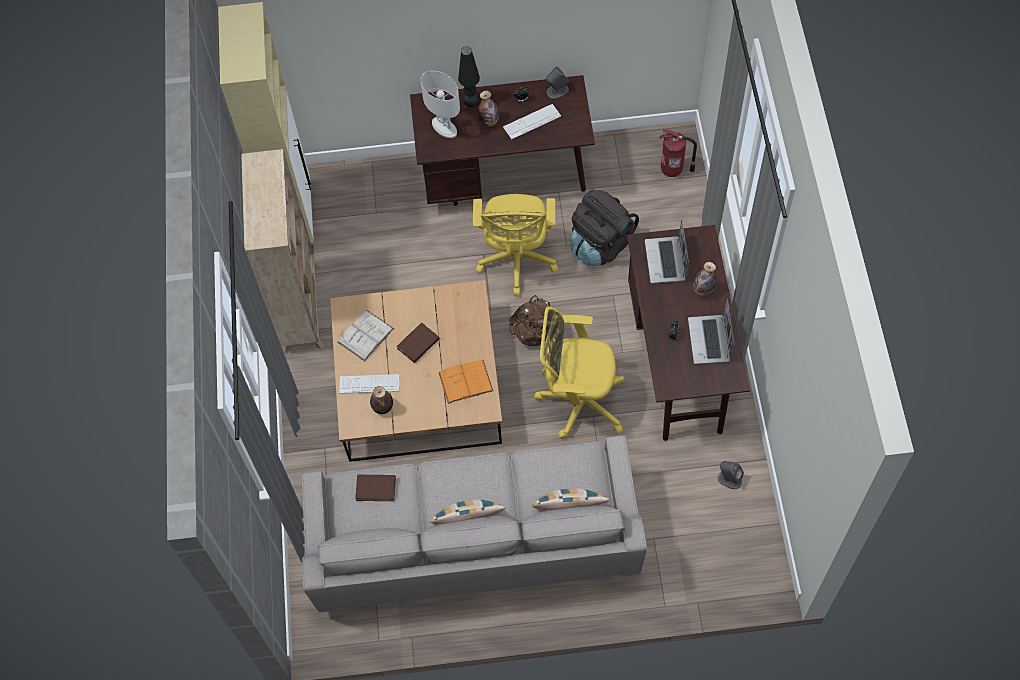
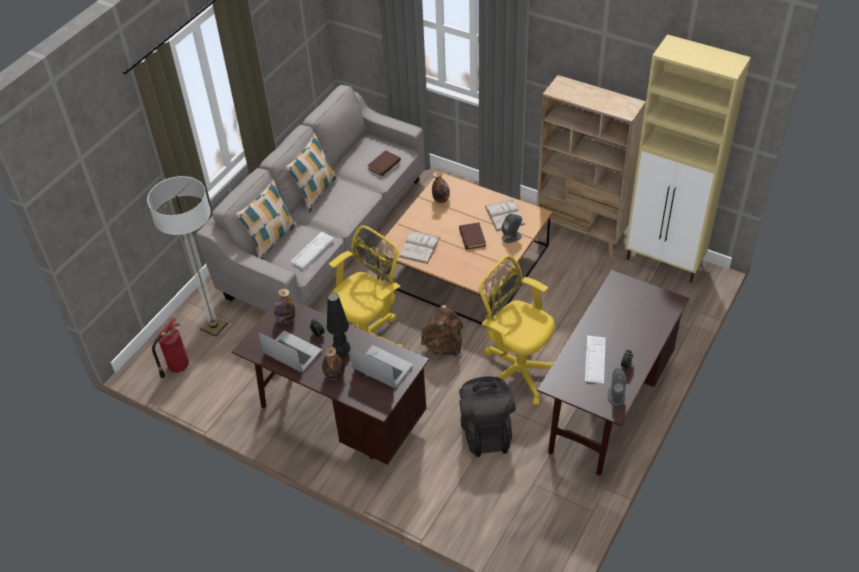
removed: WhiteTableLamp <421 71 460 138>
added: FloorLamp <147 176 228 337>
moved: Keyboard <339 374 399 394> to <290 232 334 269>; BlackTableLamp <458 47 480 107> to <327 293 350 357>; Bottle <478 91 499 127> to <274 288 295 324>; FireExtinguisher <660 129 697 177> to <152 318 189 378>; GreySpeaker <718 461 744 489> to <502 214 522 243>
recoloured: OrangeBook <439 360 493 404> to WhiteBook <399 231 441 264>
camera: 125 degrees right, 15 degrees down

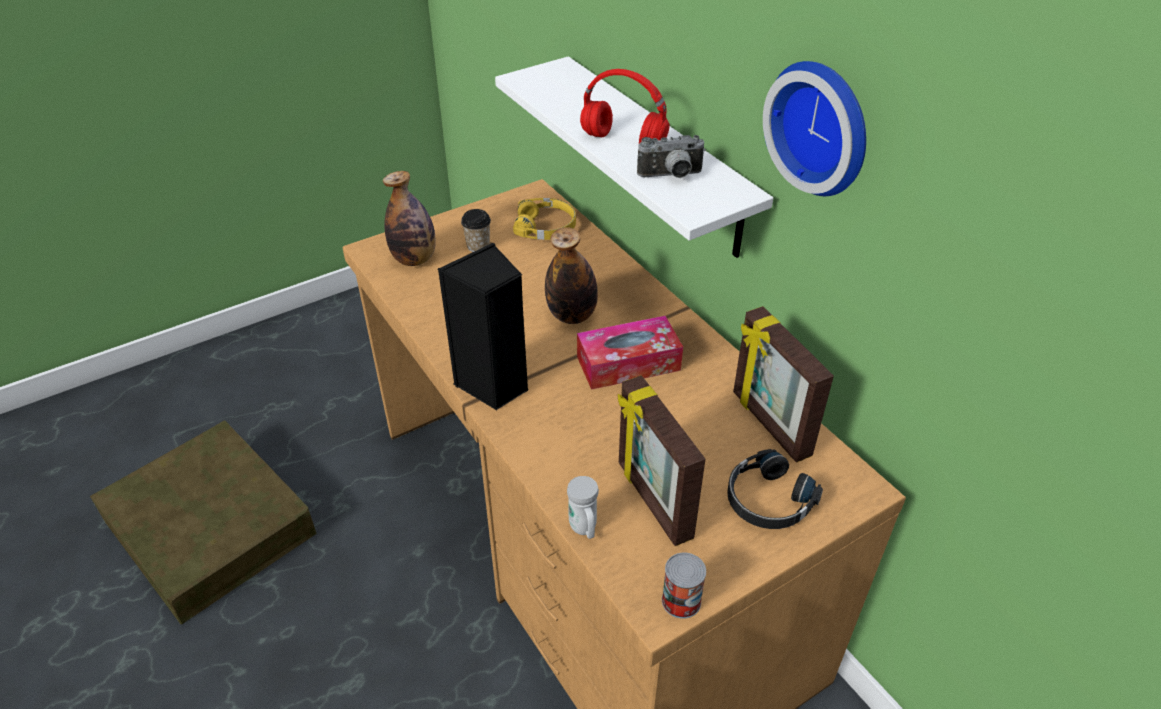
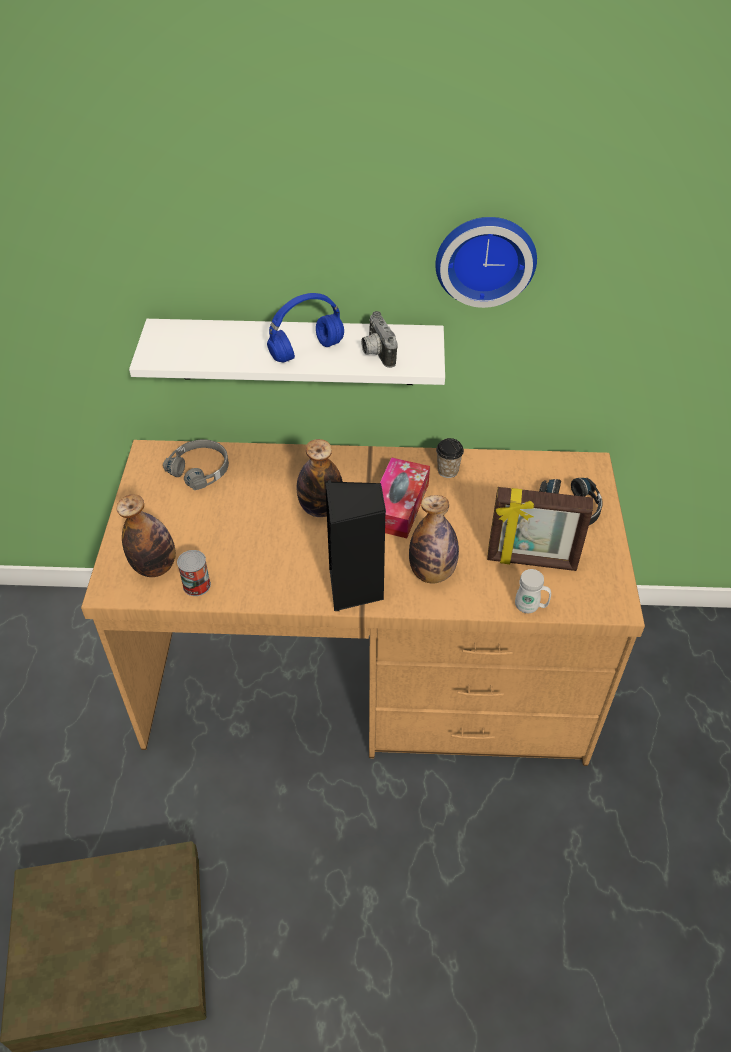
removed: PictureFrame <733 306 834 463>
added: Bottle <409 495 459 583>
moved: Cup <461 209 491 252> to <436 438 464 478>; Can <662 552 706 619> to <177 550 211 596>
recoloured: YellowHeadphones <513 198 576 240> to GreyHeadphones <163 440 229 490>; RedHeadphones <580 69 670 143> to BlueHeadphones <267 293 344 363>
turned: PhotoCamera <637 135 706 178> = <361 311 398 368> 135 degrees clockwise
camera: 55 degrees left, 5 degrees up

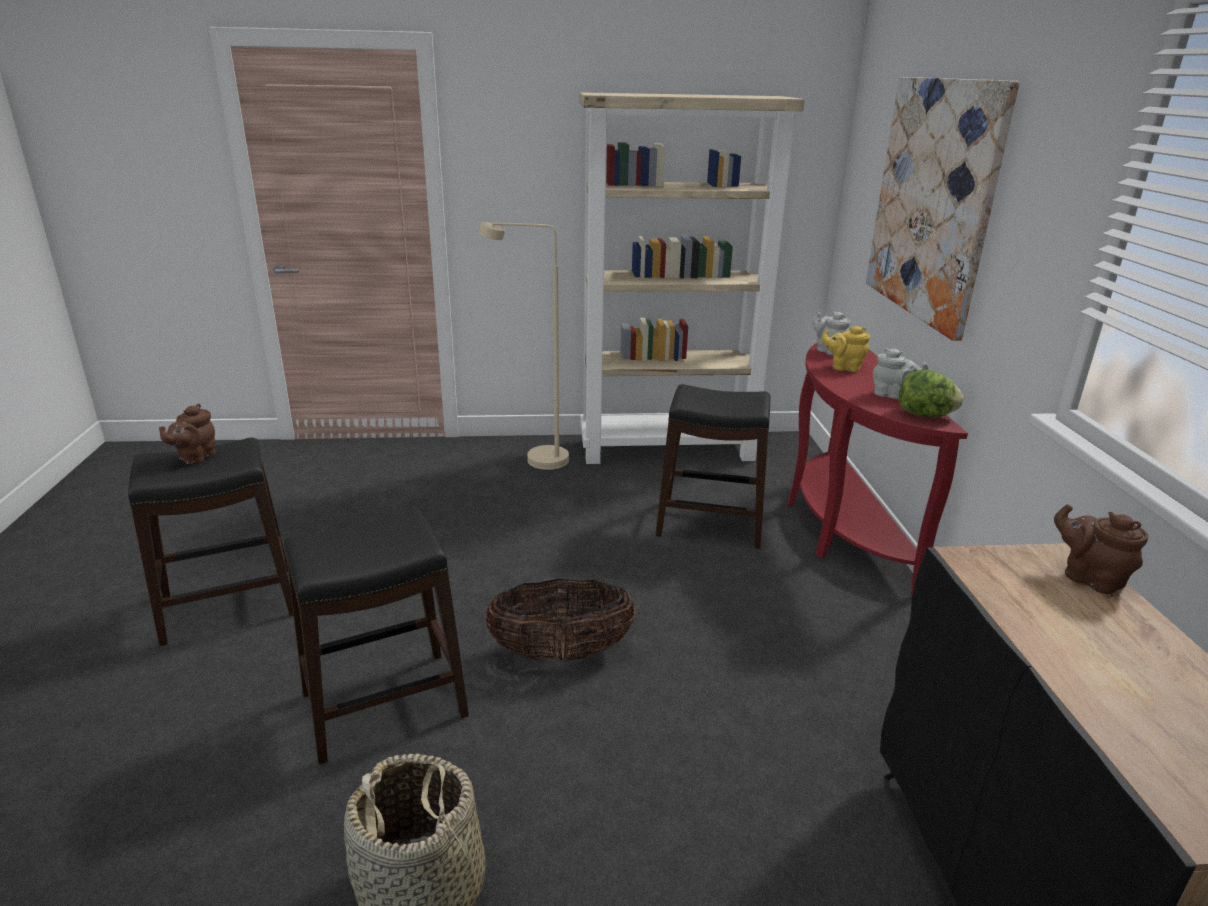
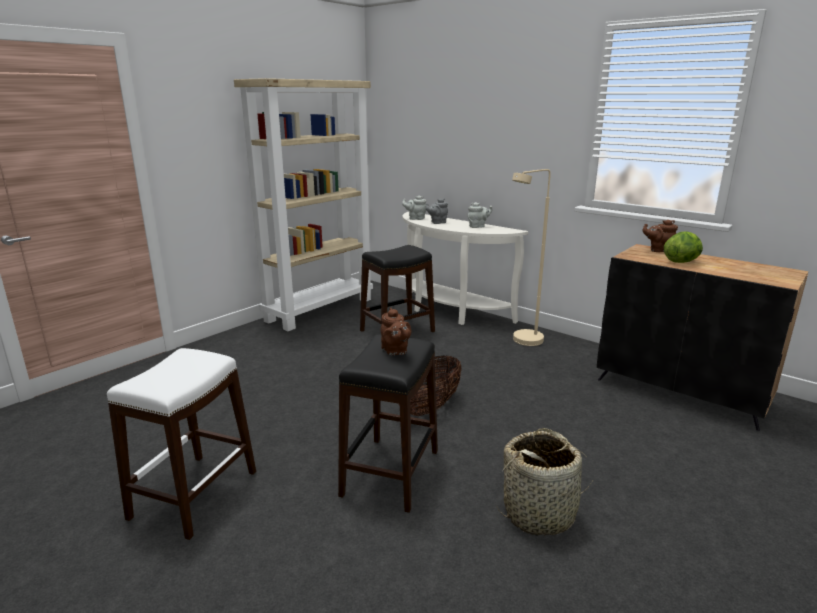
removed: Picture <866 77 1019 341>
moved: BrownTeapot <159 404 216 464> to <381 308 411 355>; BeigeFloorLamp <478 222 569 470> to <512 169 551 346>; Lettuce <899 370 963 417> to <664 232 703 263>
recoloured: BlackStool <128 438 293 646> to WhiteStool <107 348 256 540>; RedConsoleTable <787 343 968 595> to WhiteConsoleTable <402 212 528 325>; YellowTeapot <821 326 870 372> to GreyTeapot <426 198 448 224>
camera: 45 degrees left, 5 degrees down

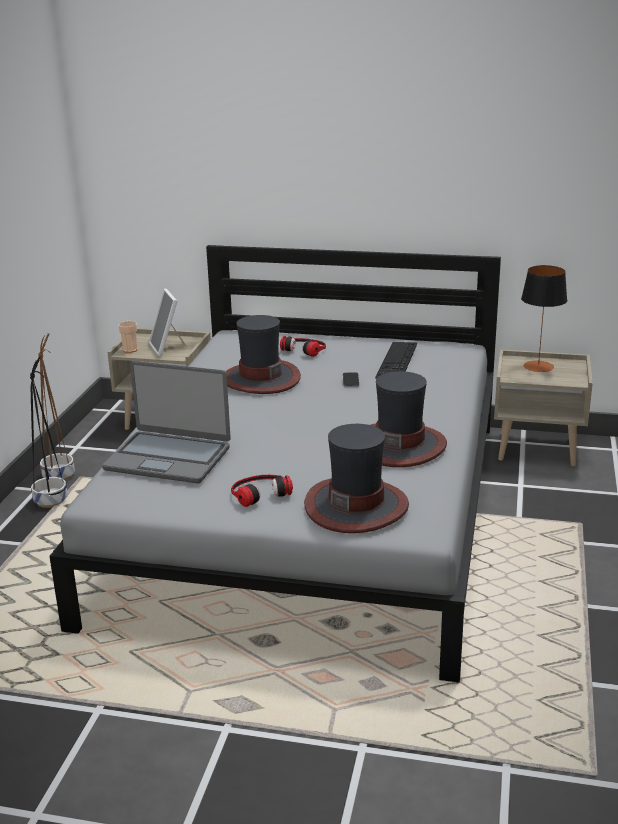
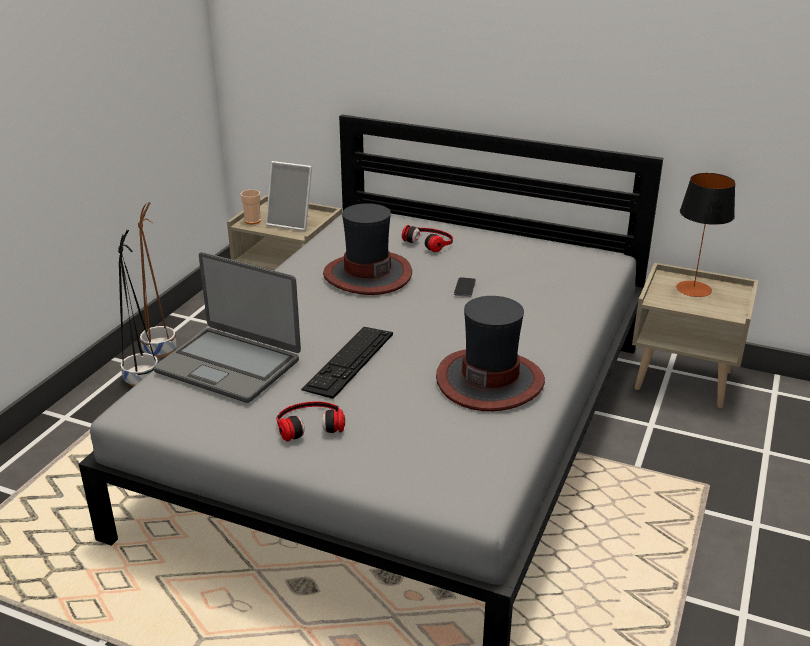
removed: Hat <304 424 409 533>
moved: Keyboard <375 342 417 379> to <301 327 393 399>
turned: PictureFrame <149 289 187 357> = <266 161 312 231> 60 degrees counterclockwise
camera: 10 degrees right, 5 degrees up

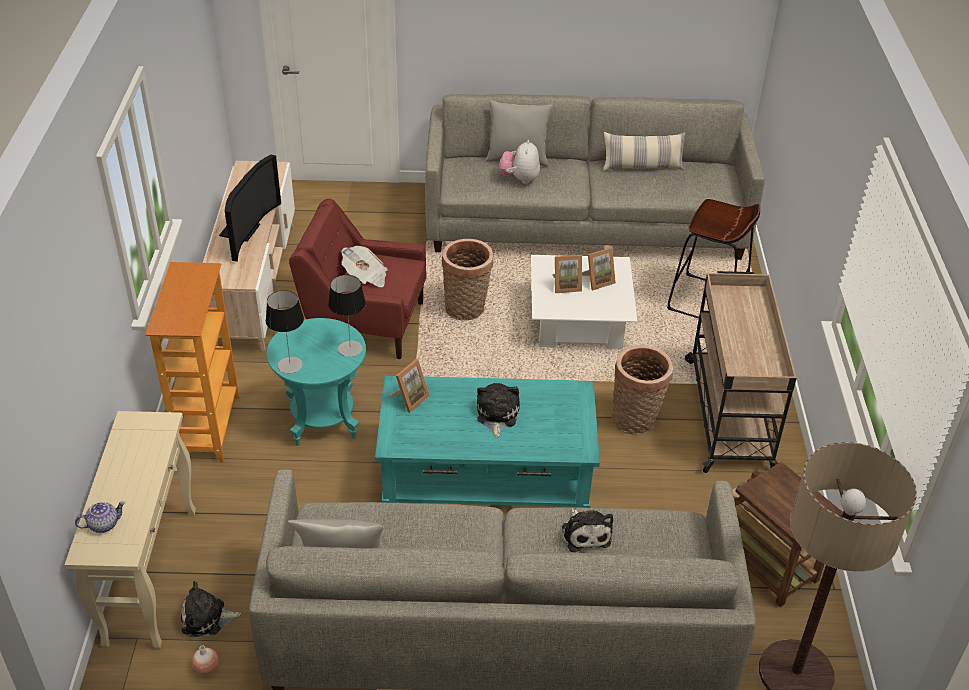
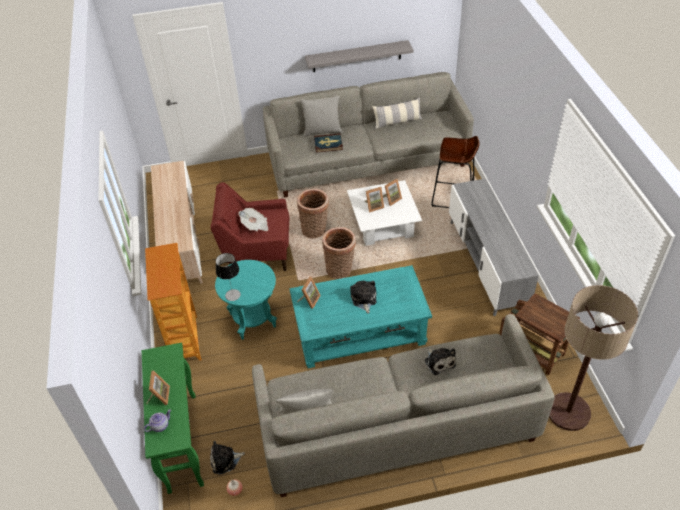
removed: Television <219 154 281 262>; TableLamp <328 275 366 357>
added: PictureFrame <146 370 170 405>; GreyShelf <305 40 414 72>
moved: Basket <612 345 673 435> to <322 227 356 279>
replaced: PlushToy <499 140 540 184> to Book <314 133 343 153>; BeigeCart <685 271 797 473> to GreyTvStand <449 178 539 316>
recoloured: BeigeConsoleTable <65 411 196 649> to GreenConsoleTable <142 343 204 494>
camera: 10 degrees left, 5 degrees up

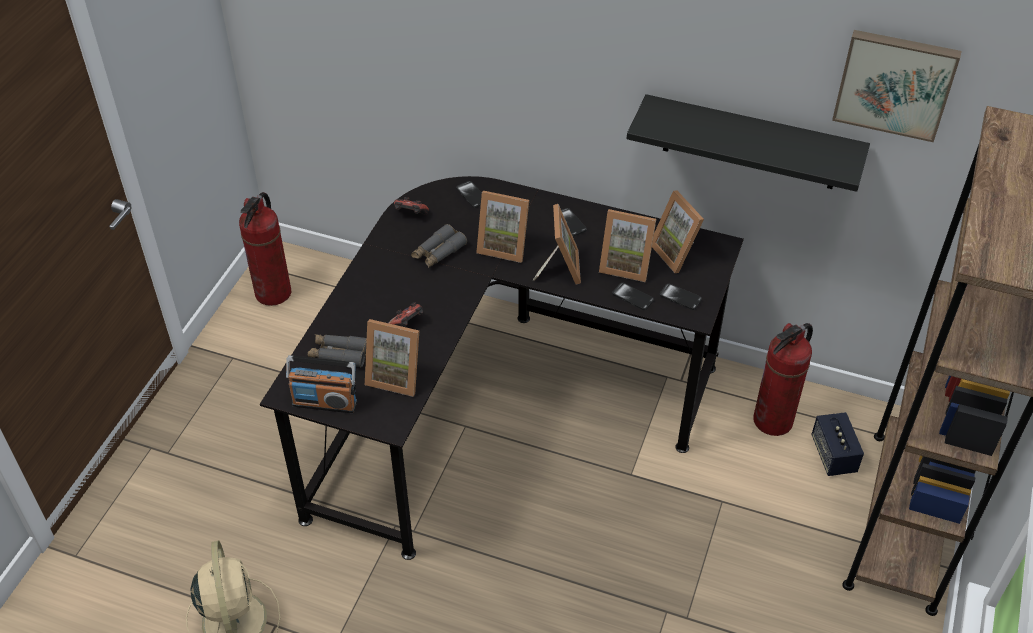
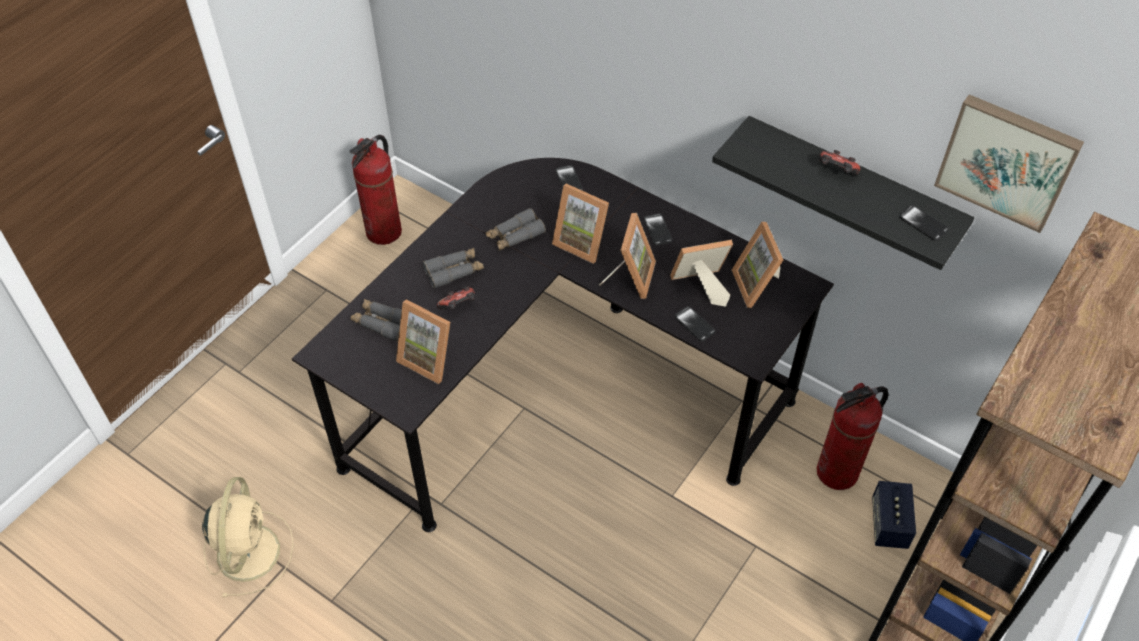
removed: Radio <286 355 357 413>
added: GreyBinoculars <423 248 484 289>
moved: GameController <394 197 429 214> to <819 150 860 175>; Phone <660 283 702 310> to <899 205 949 241>
turned: PictureFrame <599 209 656 282> = <670 240 733 307> 135 degrees clockwise
camera: 15 degrees right, 5 degrees up

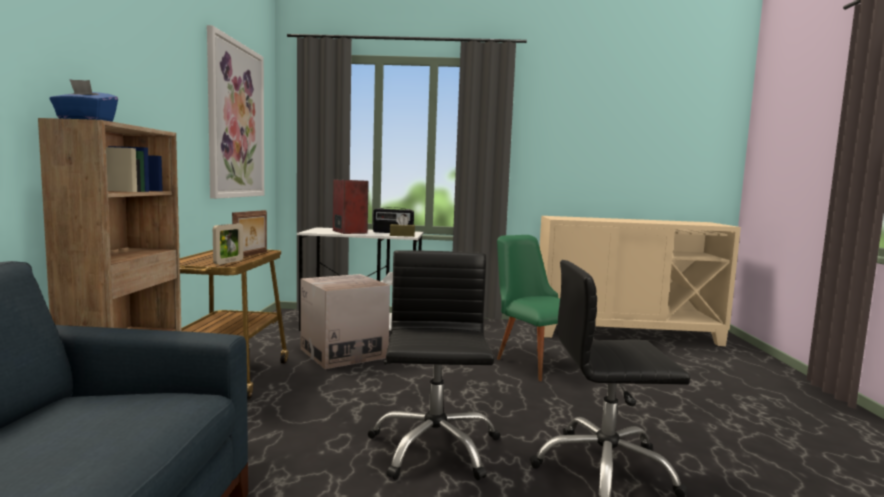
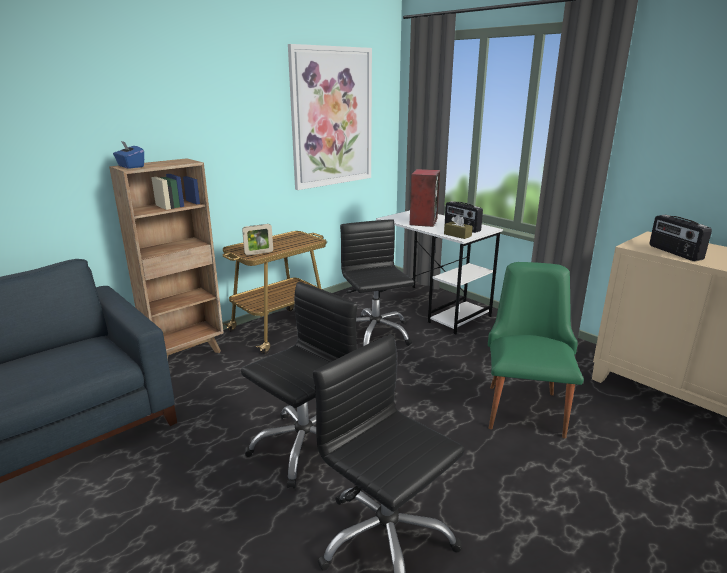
removed: PictureFrame <232 210 267 257>
added: Radio <650 215 712 261>
replaced: CardboardBox <300 274 390 369> to BlackOfficeChair <340 219 414 346>
camera: 45 degrees right, 15 degrees up

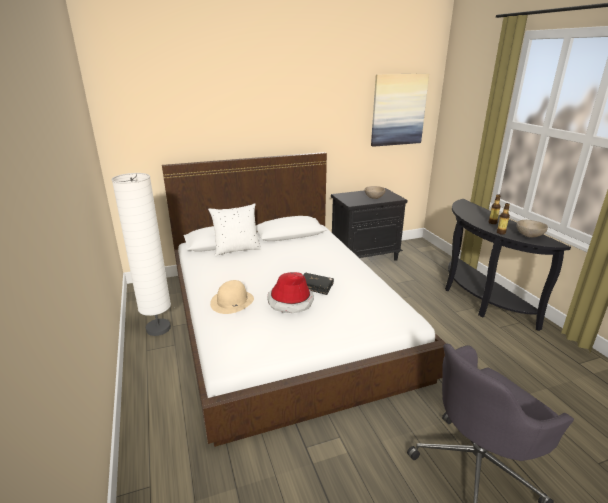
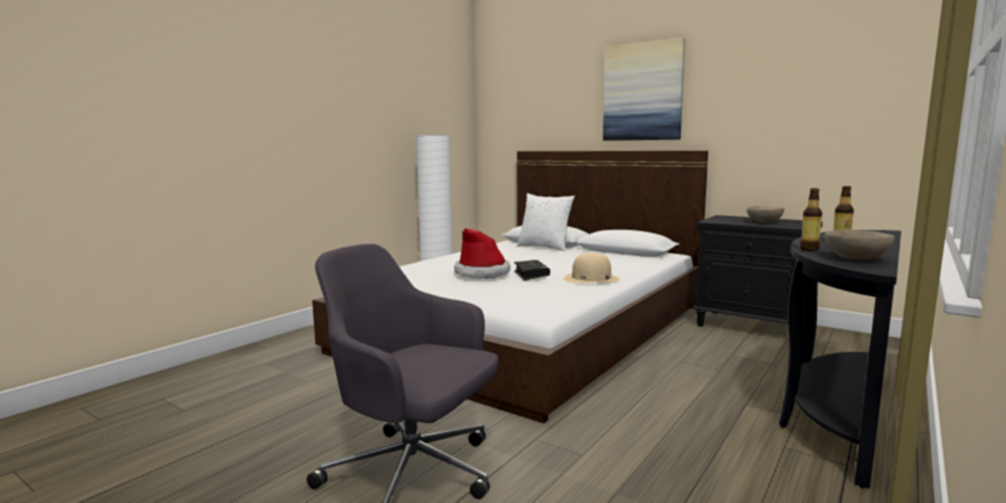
moved: BeigeHat <210 280 254 314> to <563 253 620 283>; Picture <371 73 429 147> to <603 38 685 141>
camera: 55 degrees right, 15 degrees down

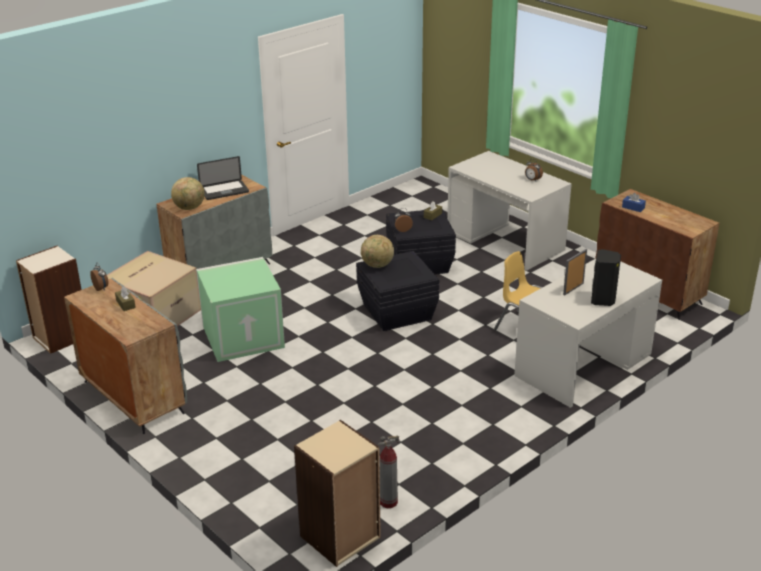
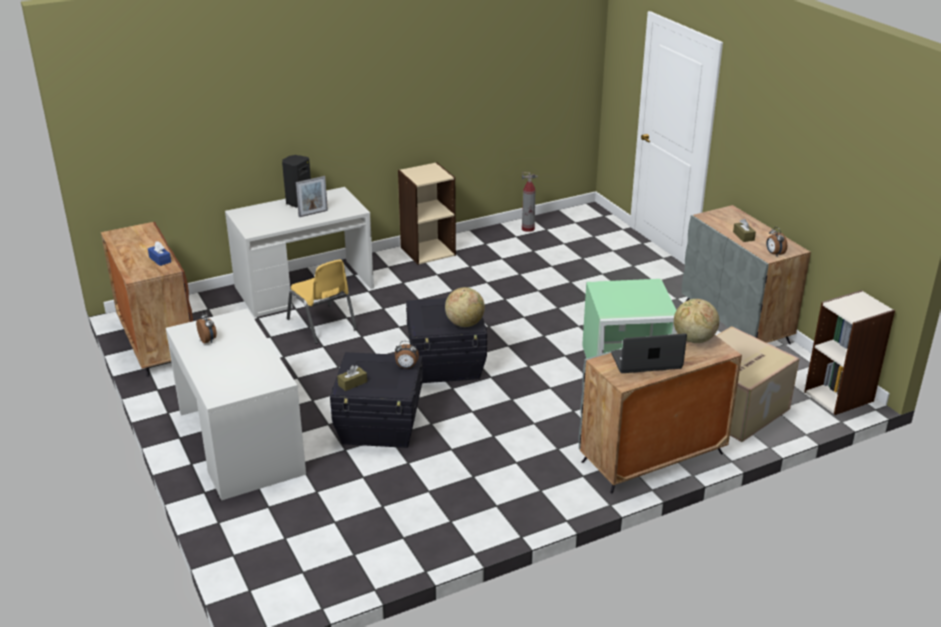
moved: BeigeBookcase <294 420 381 567> to <398 162 456 265>
camera: 165 degrees left, 0 degrees up

